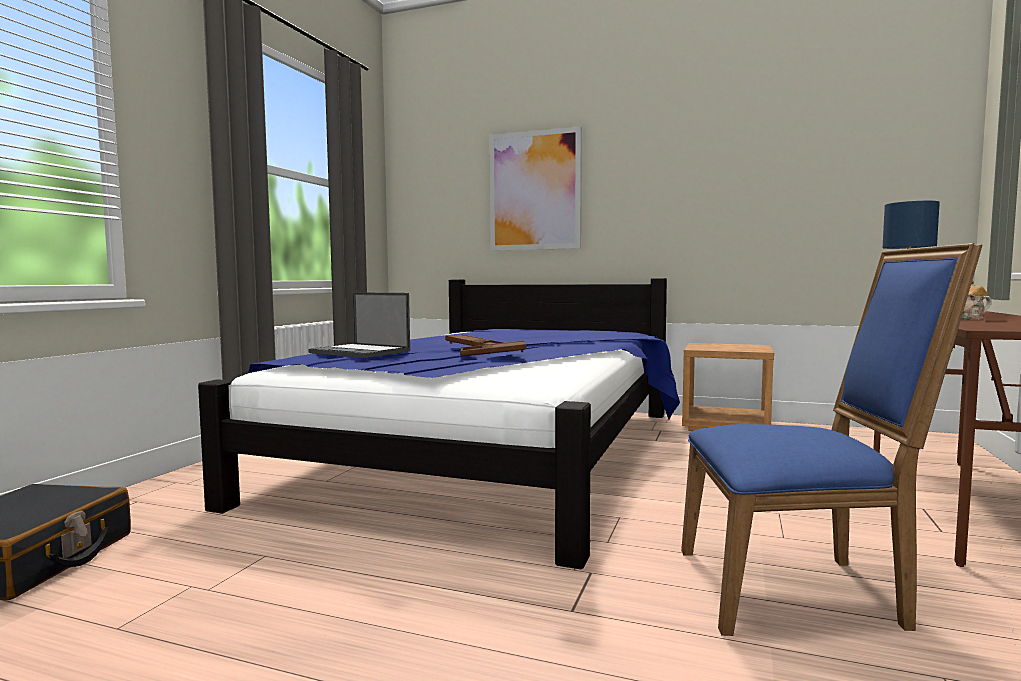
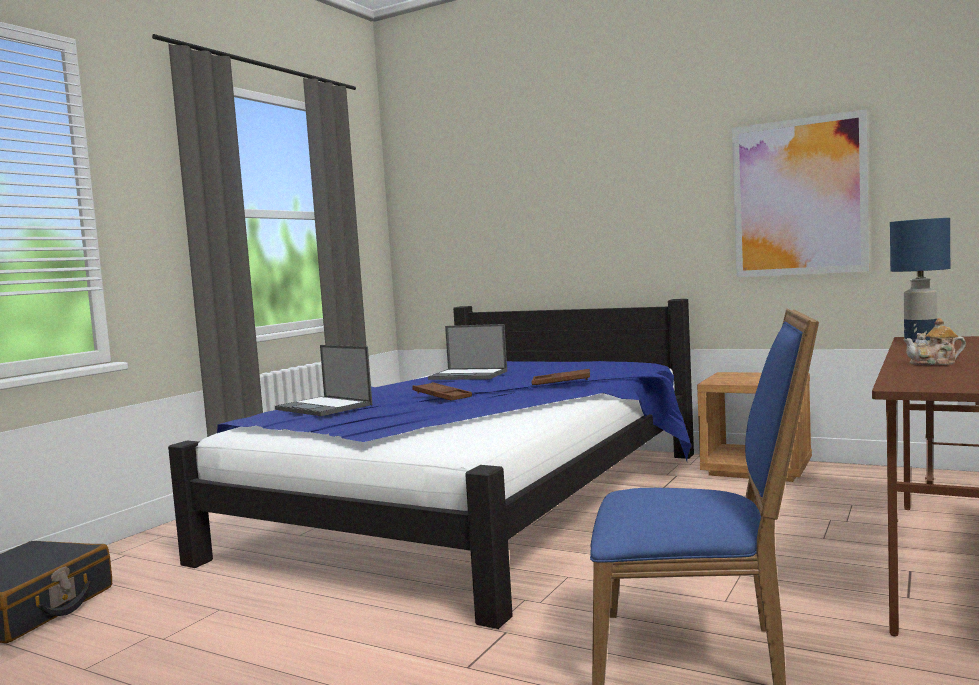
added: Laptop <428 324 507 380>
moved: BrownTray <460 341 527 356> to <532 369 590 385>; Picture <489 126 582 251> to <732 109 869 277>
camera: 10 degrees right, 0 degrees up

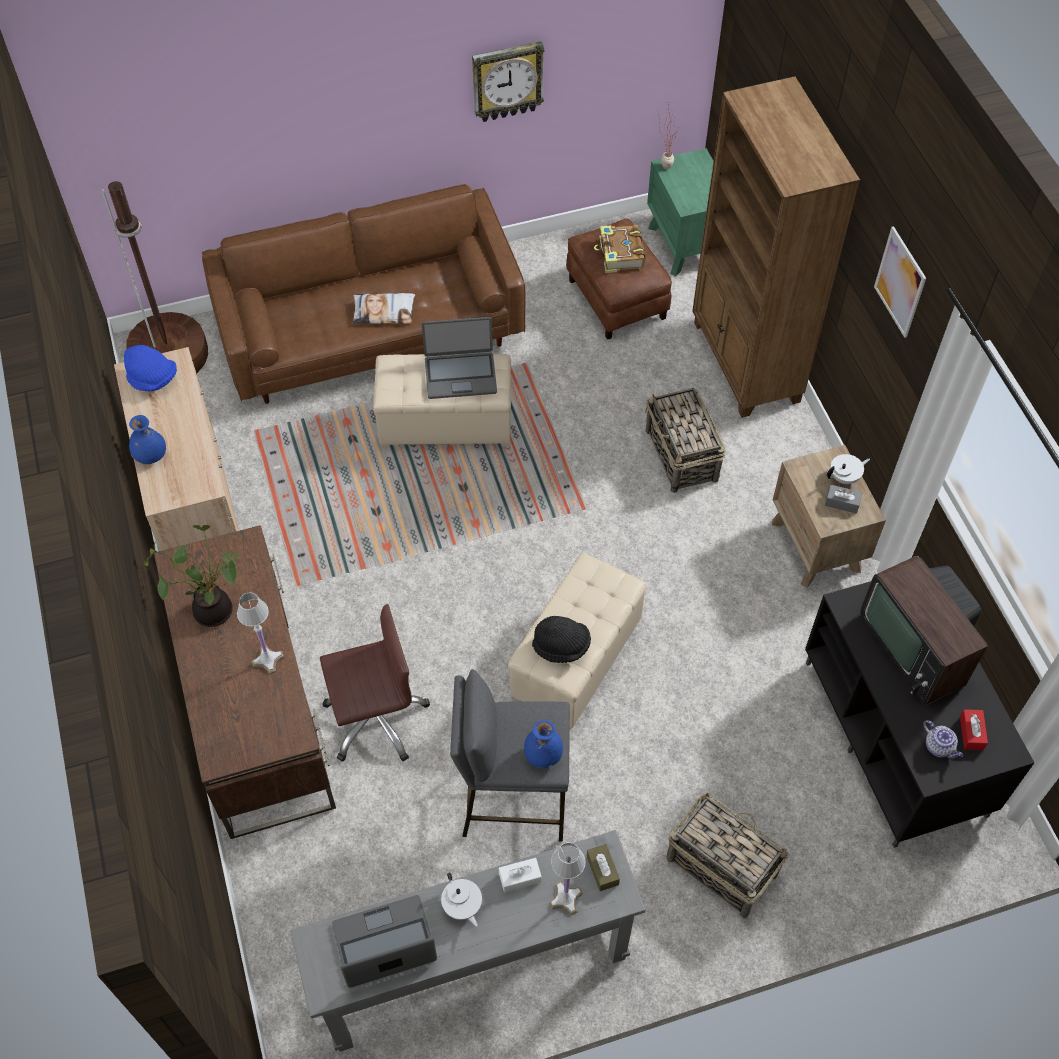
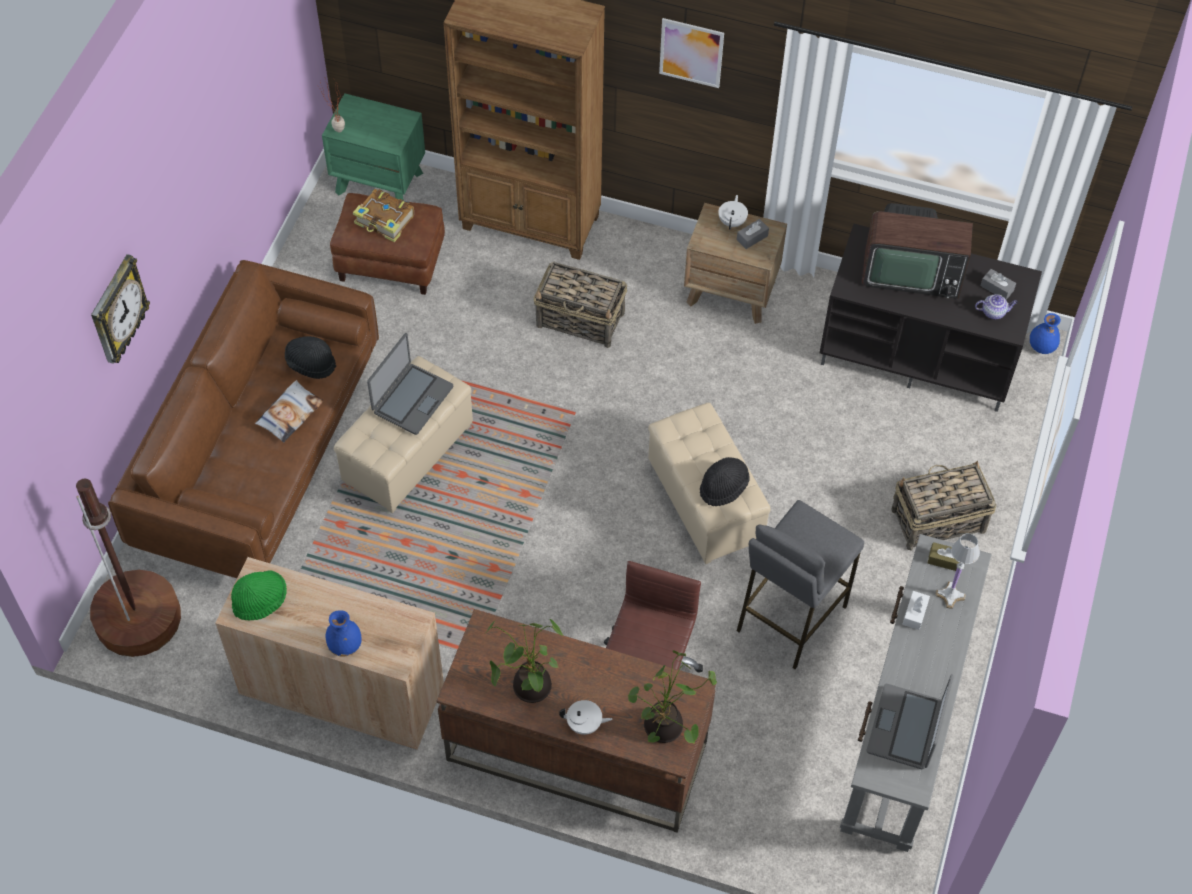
removed: WhiteTableLamp <237 592 284 674>
added: BlackHat <285 336 336 379>; PottedPlant <628 650 717 743>
moved: WhiteTeapot <441 873 482 927> to <559 700 612 735>; WallClock <472 41 544 122> to <91 254 150 364>; BlueVase <524 720 563 768> to <1029 313 1061 354>
recoloured: BlueHat <124 345 177 392> to GreenHat <231 570 287 621>; RedTissueBox <960 709 988 750> to GreyTissueBox <981 269 1016 300>
camera: 55 degrees left, 0 degrees up

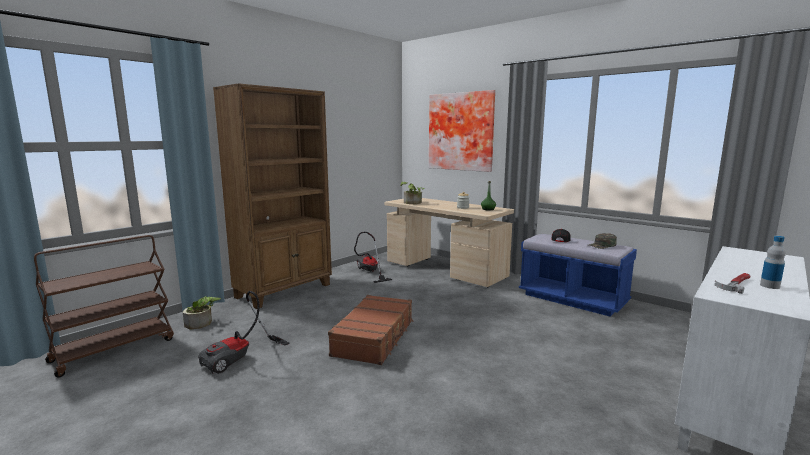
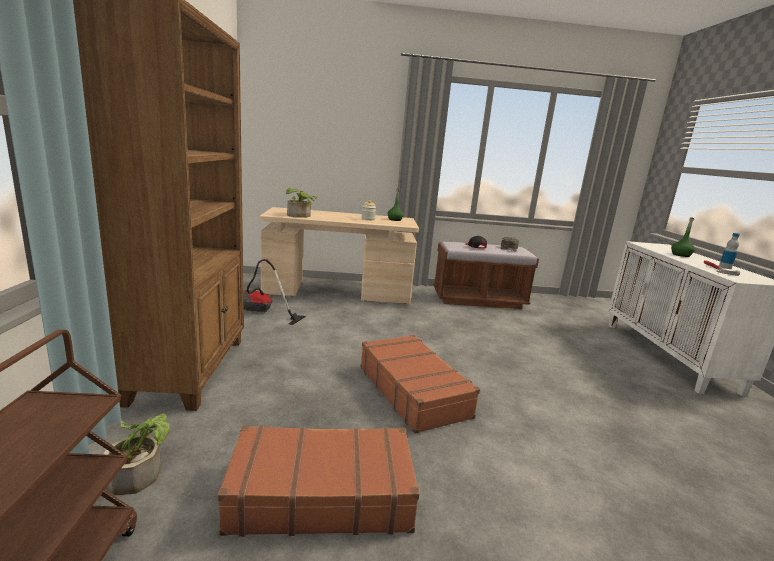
removed: Picture <429 90 495 172>
added: GreenBottle <671 217 695 257>
replaced: VacuumCleaner <198 291 290 374> to BrownSuitcase <218 425 420 537>
recoloured: BlueBench <519 234 637 317> to BrownBench <433 242 539 309>
camera: 45 degrees left, 5 degrees up

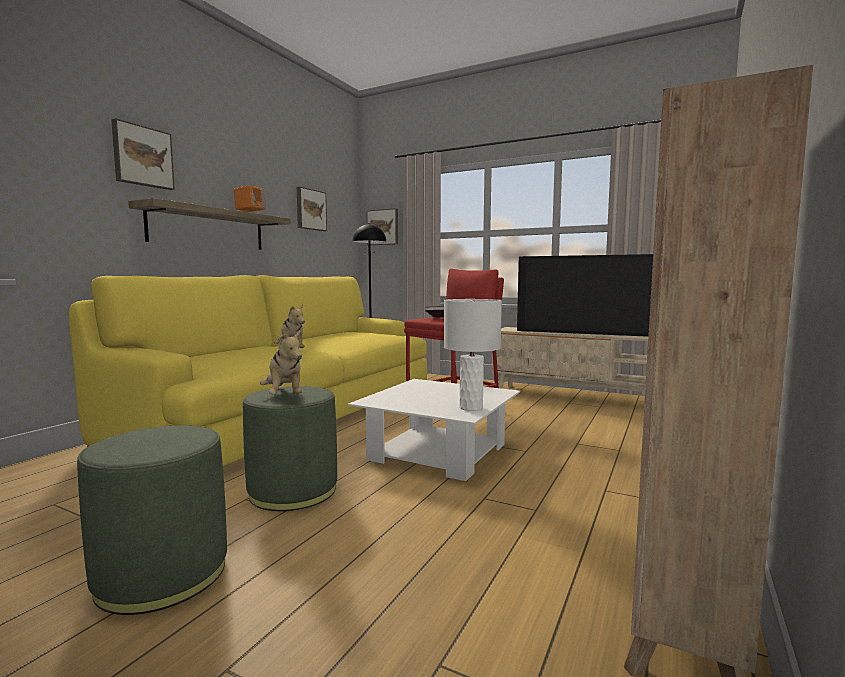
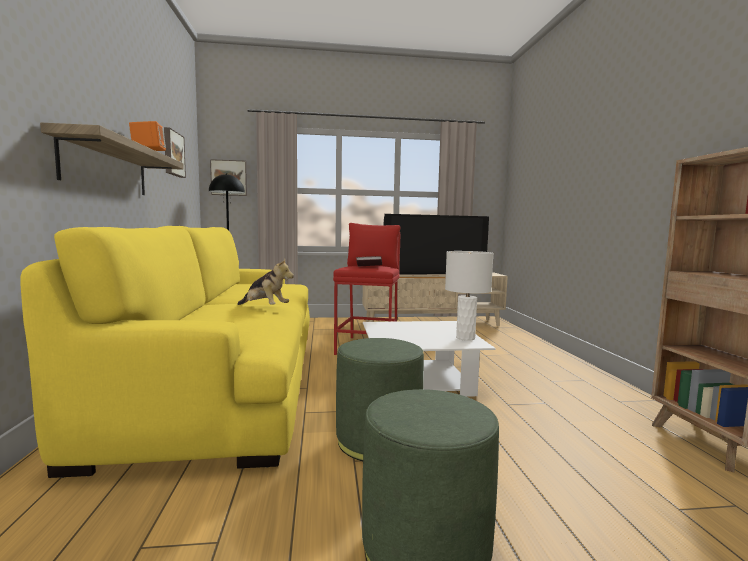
removed: Picture <111 118 175 190>; PlushToy <260 330 302 394>
camera: 35 degrees left, 0 degrees up

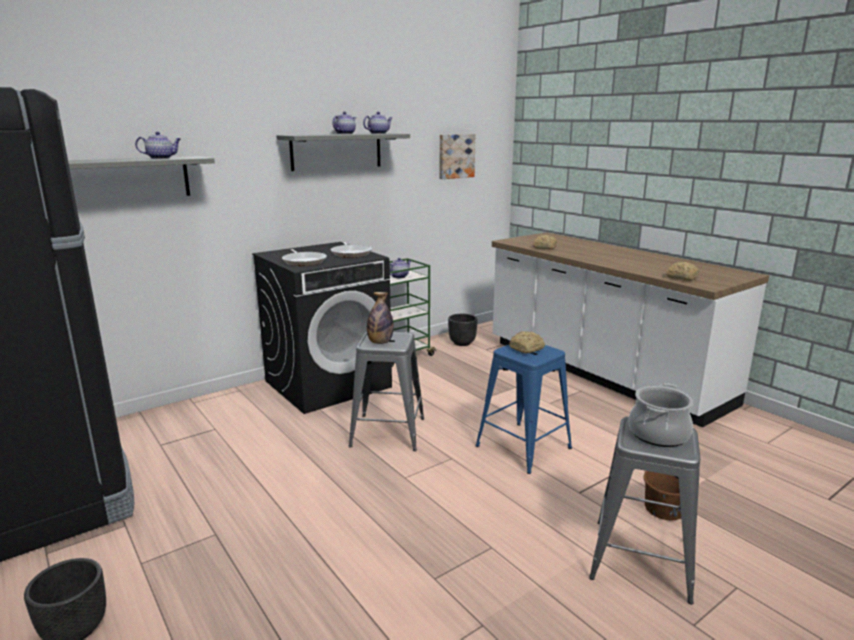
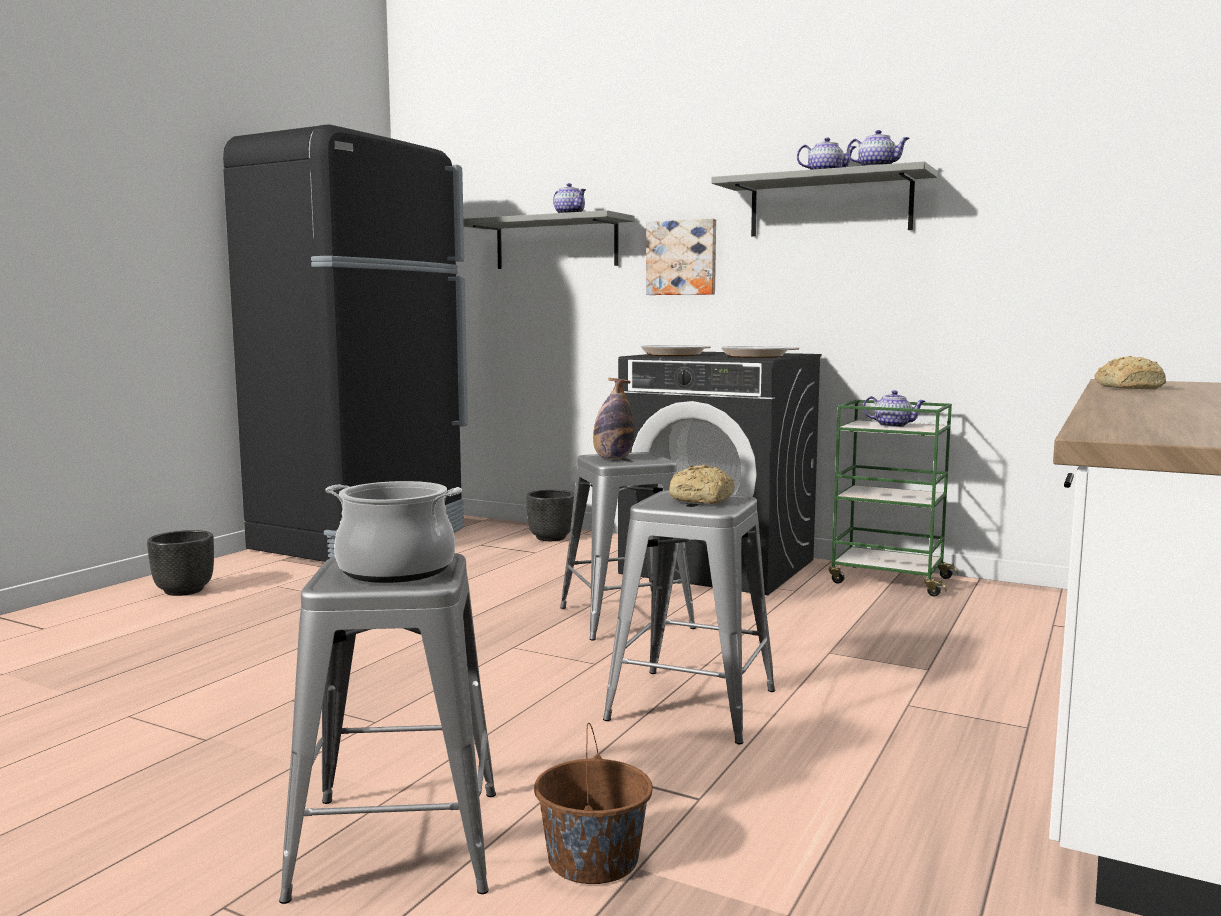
removed: Bread <666 262 699 281>
moved: Picture <439 134 476 179> to <646 219 716 295>; BlackPlanter <448 314 478 346> to <526 490 574 541>
recoloured: BlueStool <476 345 572 474> to GreyStool <603 490 775 744>
camera: 65 degrees right, 10 degrees down

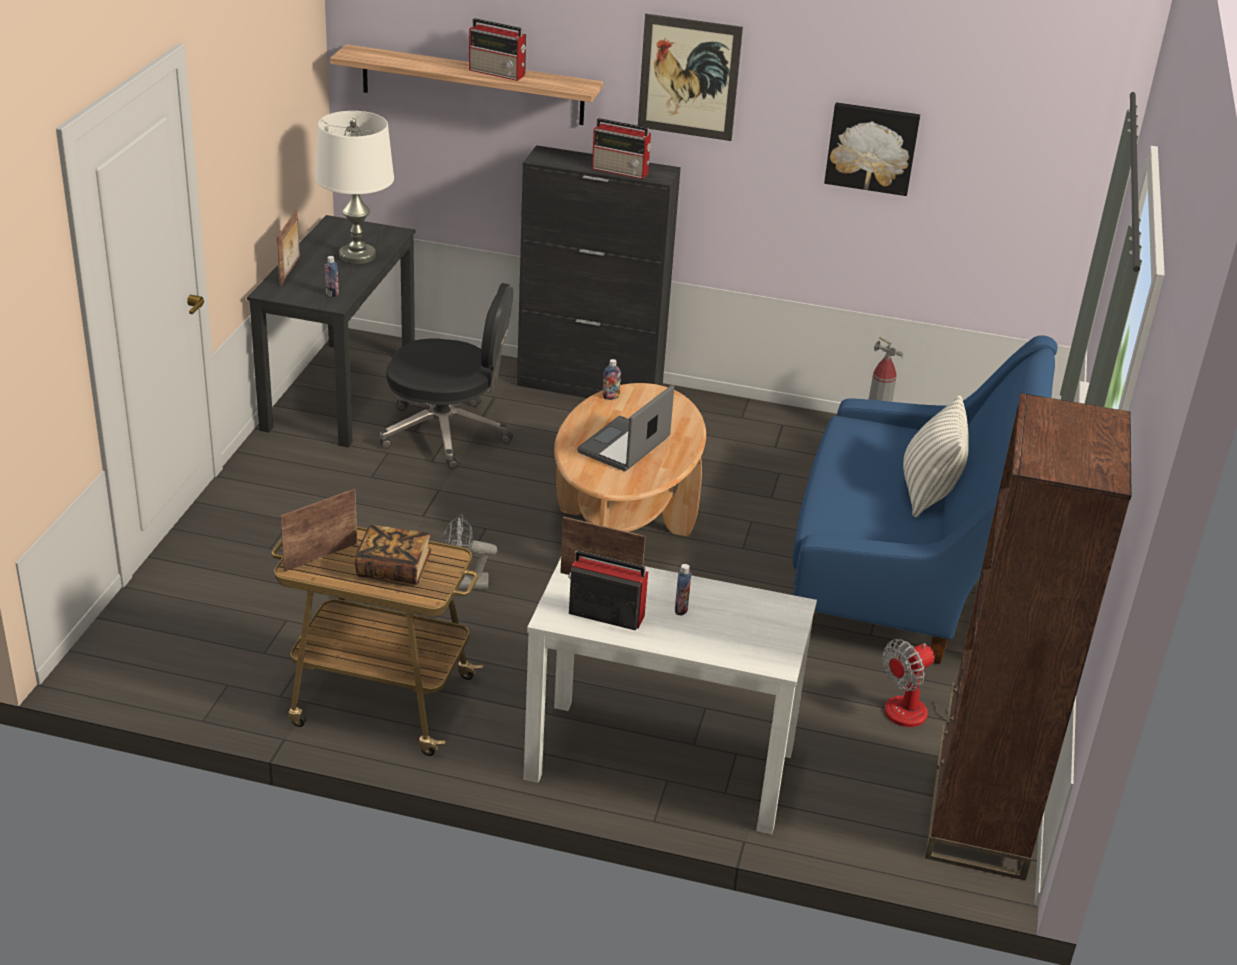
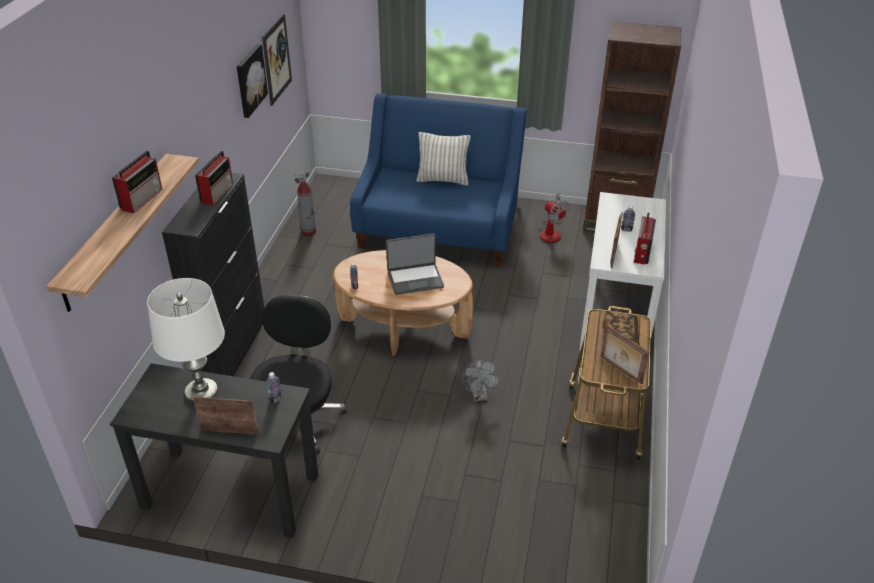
moved: Picture <638 14 743 141> to <262 14 292 106>
turned: Laptop <577 385 674 471> = <386 234 444 295> 45 degrees counterclockwise
camera: 90 degrees left, 5 degrees up

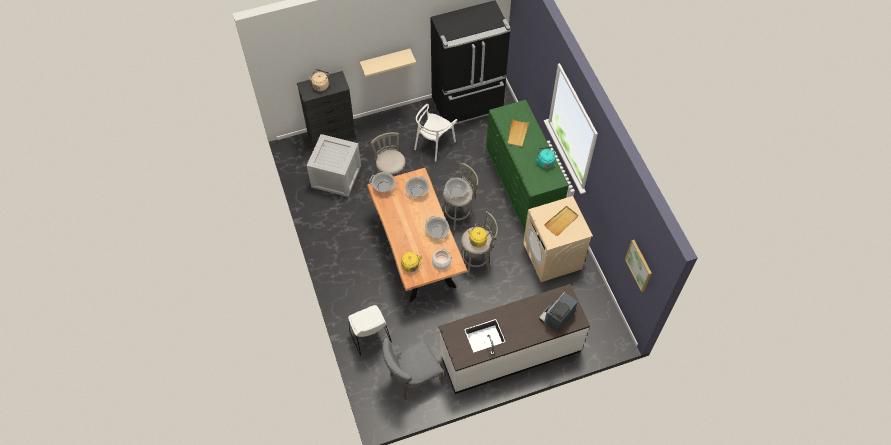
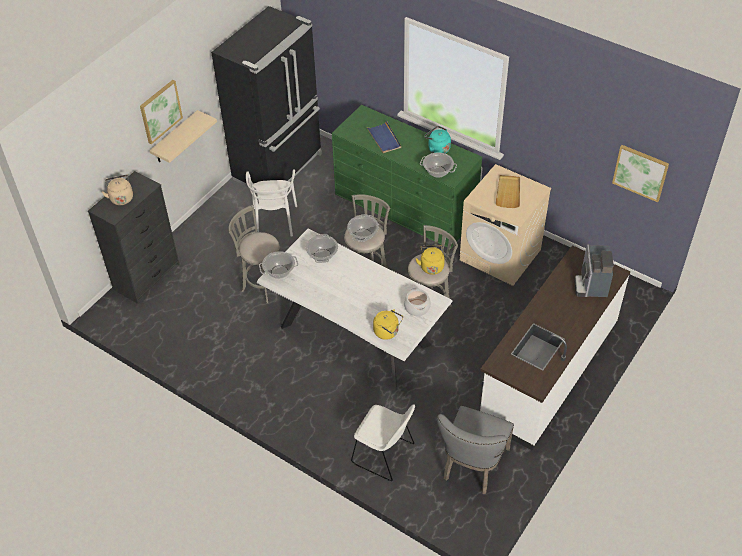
removed: Crate <306 134 361 197>
added: Picture <140 80 183 144>
moved: CookingPot <425 216 449 240> to <420 152 457 178>
recoloured: BrownDiningTable <367 168 468 302> to WhiteDiningTable <256 229 453 390>; BeigeTray <507 118 529 147> to BlueTray <366 121 401 153>
camera: 35 degrees left, 10 degrees down

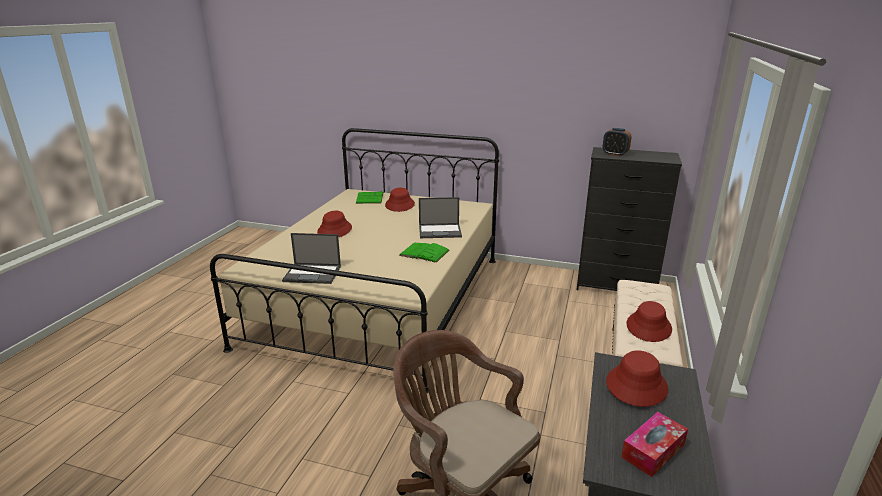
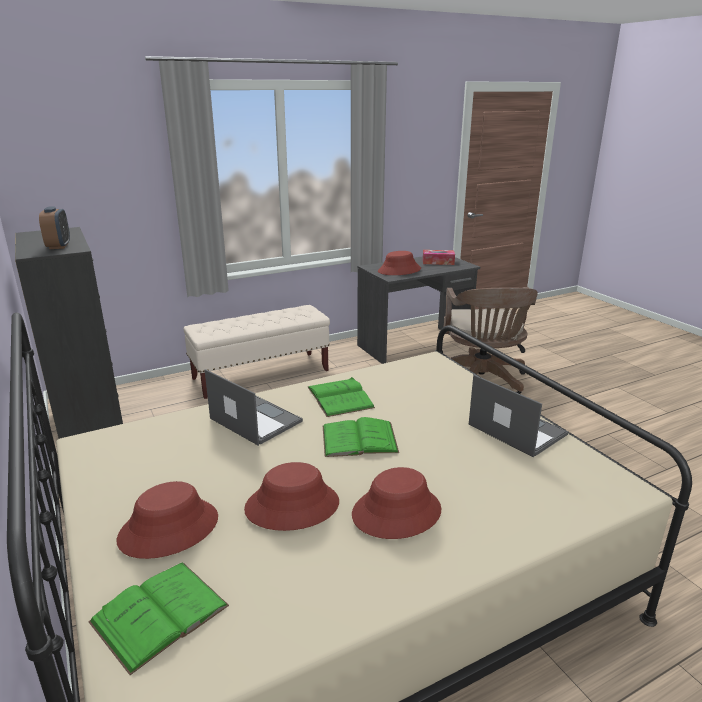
added: GreenBook <323 417 399 457>
moved: RedHat <627 301 672 342> to <244 462 339 531>
camera: 135 degrees left, 0 degrees up

